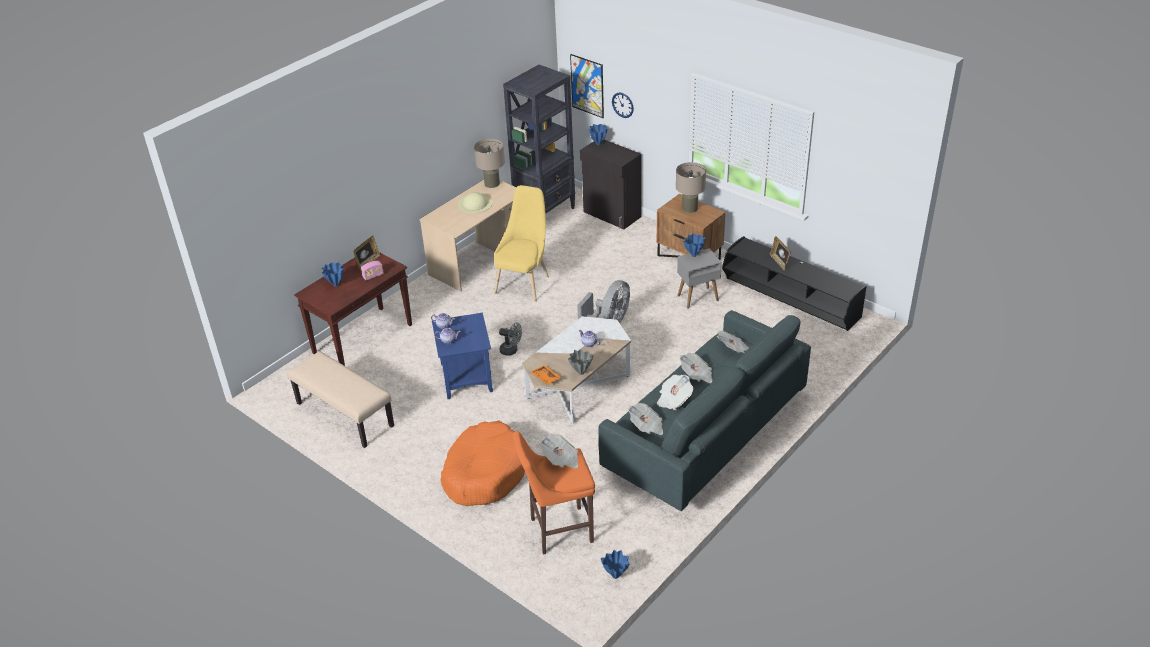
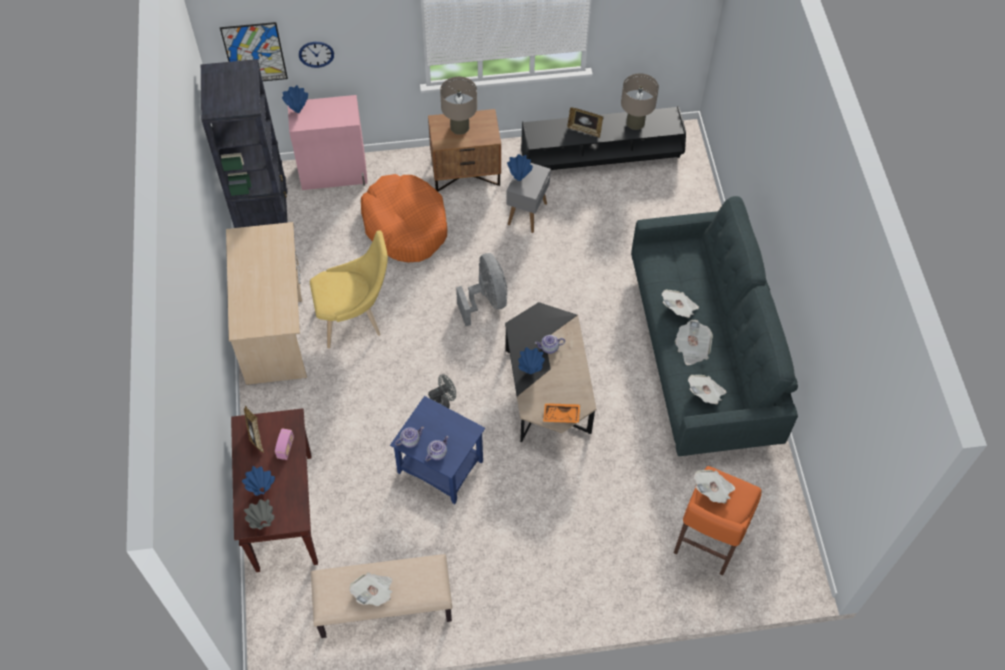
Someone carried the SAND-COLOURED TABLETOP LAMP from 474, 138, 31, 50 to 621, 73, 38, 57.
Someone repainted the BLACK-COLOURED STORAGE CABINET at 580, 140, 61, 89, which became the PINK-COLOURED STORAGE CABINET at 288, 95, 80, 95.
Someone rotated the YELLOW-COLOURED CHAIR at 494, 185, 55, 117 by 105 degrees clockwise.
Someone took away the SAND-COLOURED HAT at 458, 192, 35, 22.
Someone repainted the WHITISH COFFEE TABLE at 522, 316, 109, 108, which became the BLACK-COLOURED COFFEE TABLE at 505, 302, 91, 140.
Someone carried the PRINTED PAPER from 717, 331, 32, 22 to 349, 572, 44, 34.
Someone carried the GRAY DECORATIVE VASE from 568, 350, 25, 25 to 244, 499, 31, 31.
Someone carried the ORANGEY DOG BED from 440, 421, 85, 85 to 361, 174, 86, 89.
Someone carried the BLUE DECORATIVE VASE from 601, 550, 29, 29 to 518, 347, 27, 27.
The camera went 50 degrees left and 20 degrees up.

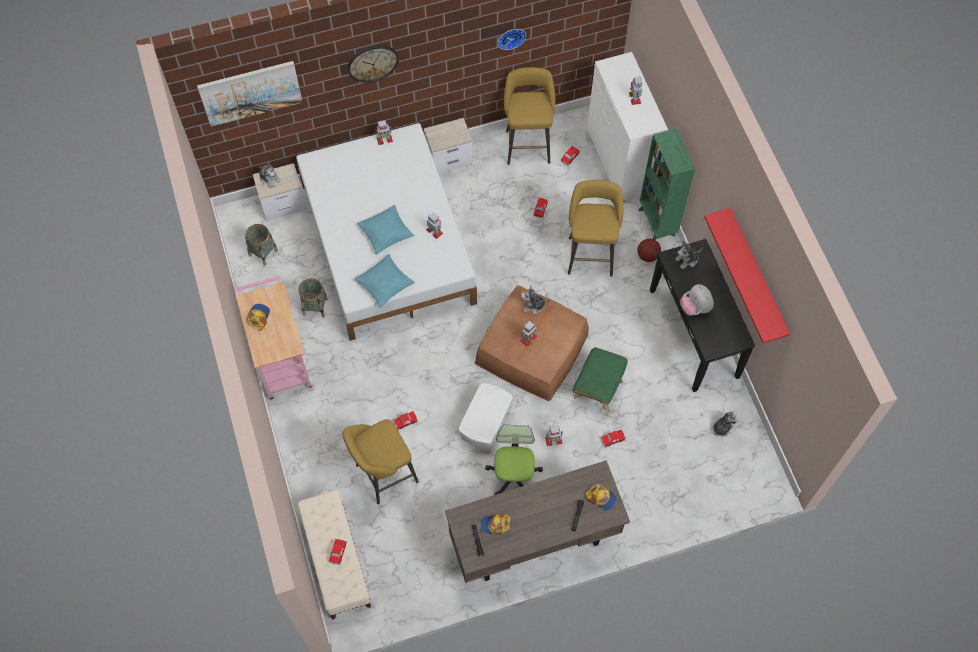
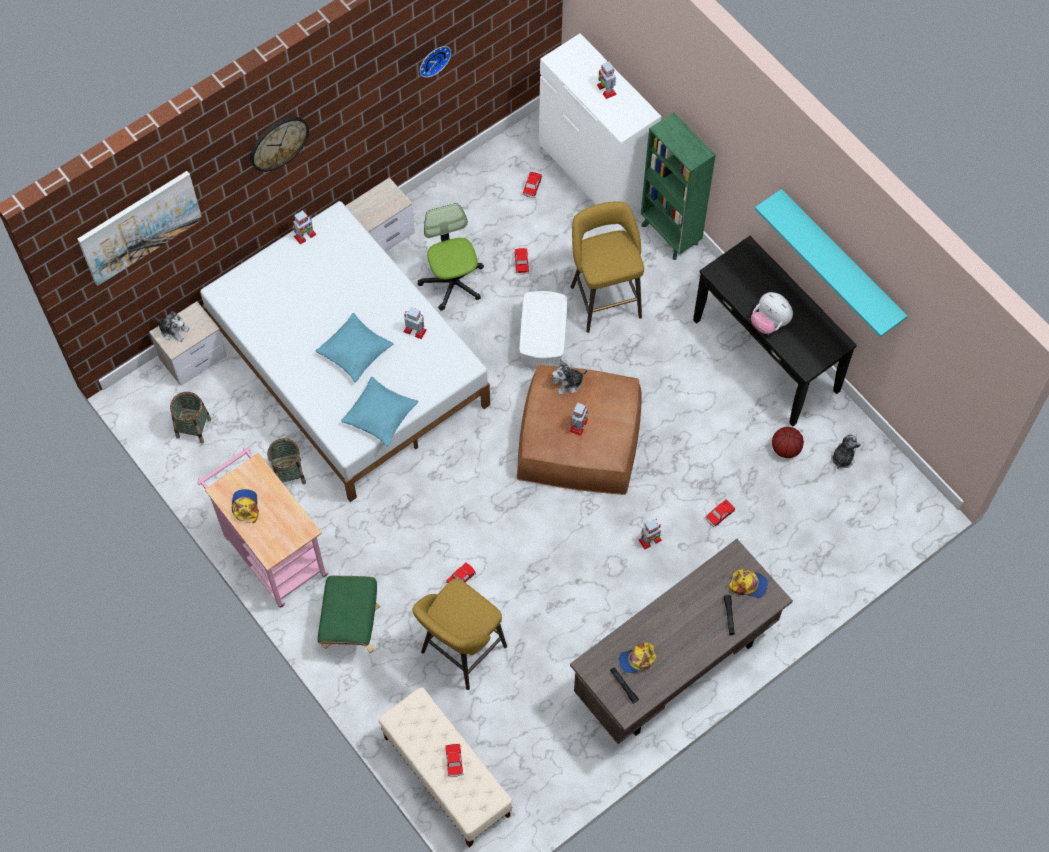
Someone took away the YELLOW-COLOURED STOOL SEAT at 504, 67, 51, 98.
Someone repainted the RED BRACKET SHELF at 704, 208, 86, 135, which became the TURQUOISE BRACKET SHELF at 755, 189, 152, 148.
Someone carried the BALL FOR BASKETBALL from 637, 239, 24, 23 to 772, 427, 32, 31.
Someone took away the PLUSH TOY at 675, 240, 28, 29.
Someone carried the GREENISH FOOTREST from 573, 347, 55, 65 to 318, 576, 62, 77.
Someone carried the WHITISH STORAGE CONTAINER from 459, 383, 54, 67 to 519, 291, 48, 78.
Someone carried the OFFICE CHAIR from 485, 425, 58, 70 to 418, 203, 66, 108.
The camera went 20 degrees left and 0 degrees up.

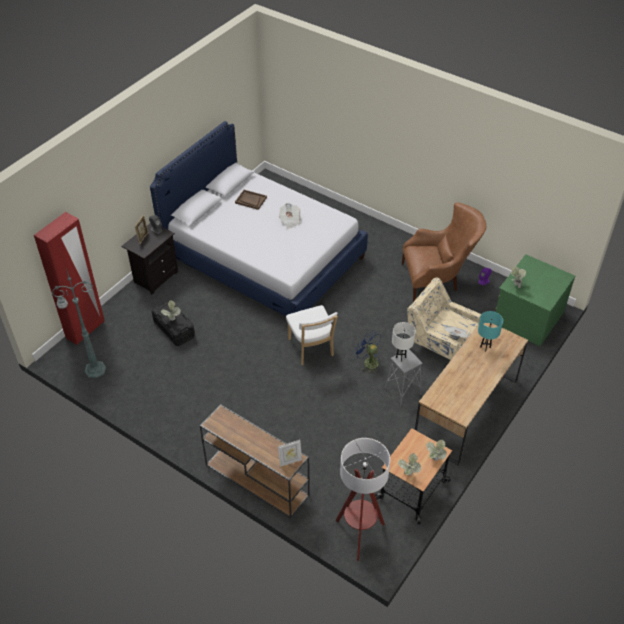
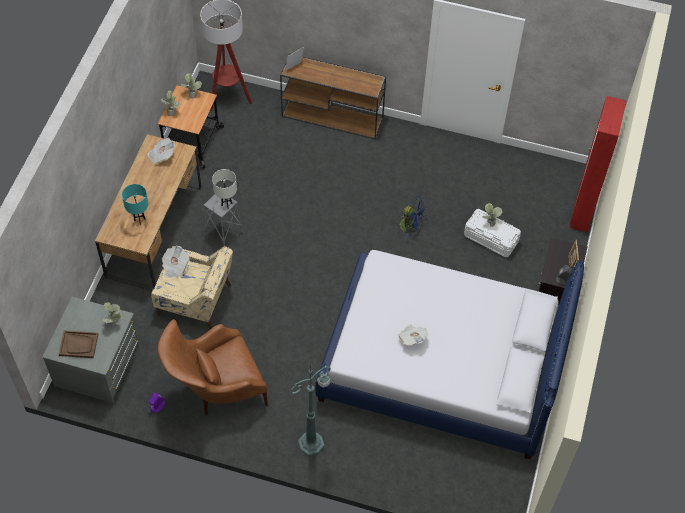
Someone carried the BROWN TRAY from 235, 190, 32, 20 to 59, 330, 39, 28.
Someone repainted the GREENISH DRAWER CHEST at 495, 254, 80, 92, which became the GRAY DRAWER CHEST at 42, 297, 97, 106.
Someone carried the GREENISH STANDARD LAMP from 52, 268, 54, 110 to 290, 363, 41, 93.
Someone repainted the BLACK-COLOURED STORAGE CONTAINER at 152, 301, 43, 45, which became the WHITISH STORAGE CONTAINER at 464, 209, 57, 49.
Someone took away the WHITISH CHAIR at 286, 305, 52, 60.
Someone carried the BLUE ELECTRIC FAN from 353, 330, 28, 43 to 399, 196, 28, 42.
Someone put down the PRINTED PAPER at 147, 138, 28, 26.
The camera went 160 degrees right and 10 degrees up.

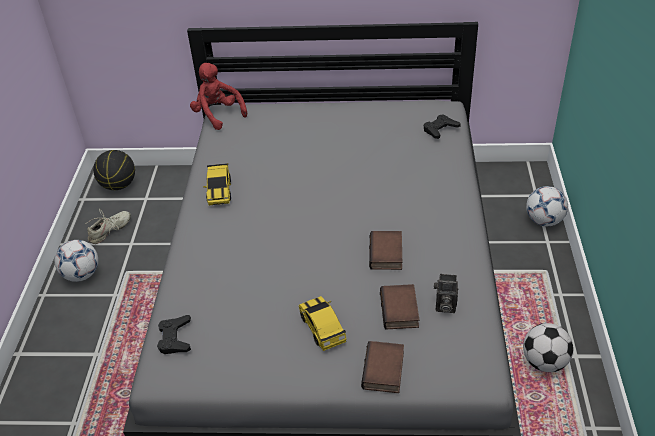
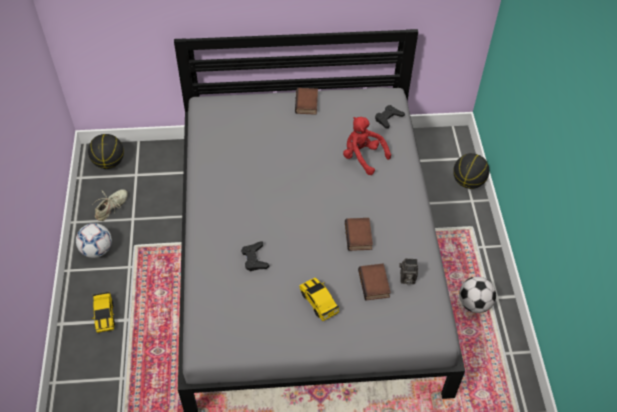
Someone carried the RED PLUSH TOY from 190, 63, 57, 67 to 343, 117, 48, 58.
Someone carried the MINIATURE CAR from 203, 163, 28, 43 to 92, 292, 23, 41.
Someone swapped the FOOTBALL BALL at 526, 186, 42, 40 for the BALL FOR BASKETBALL at 453, 153, 36, 36.
Someone carried the BLACK-COLOURED GAME CONTROLLER from 157, 315, 34, 39 to 241, 241, 28, 30.
Someone carried the BOUND BOOK from 361, 341, 43, 52 to 295, 88, 23, 27.
The camera went 10 degrees left and 10 degrees up.

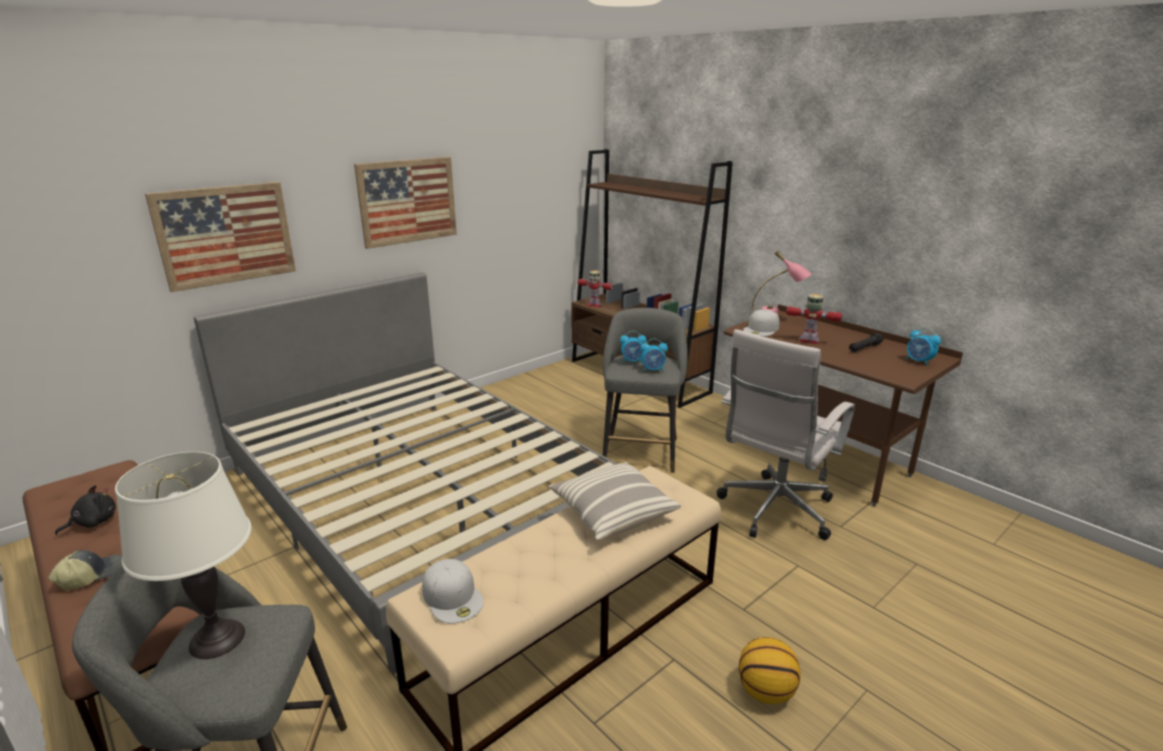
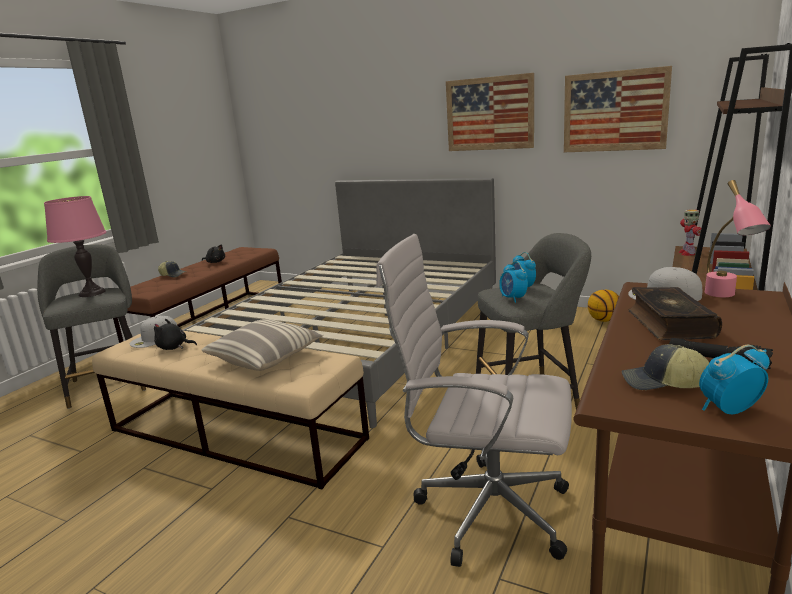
Someone carried the PICTURE from 145, 182, 151, 110 to 564, 66, 108, 86.
Someone swapped the MODEL ROBOT at 786, 294, 56, 50 for the BOUND BOOK at 628, 287, 94, 53.
Someone rotated the ALARM CLOCK at 905, 327, 36, 39 by 45 degrees clockwise.
Someone repainted the WHITISH TABLETOP LAMP at 115, 452, 137, 207, which became the PINK-COLOURED TABLETOP LAMP at 44, 196, 62, 101.
Someone carried the BALL FOR BASKETBALL from 739, 637, 61, 67 to 588, 290, 31, 32.
Someone put down the BLACK-COLOURED PLUSH TOY at 154, 319, 43, 31.
Someone put down the PEAKED CAP at 621, 344, 88, 46.
The camera went 70 degrees right and 5 degrees down.

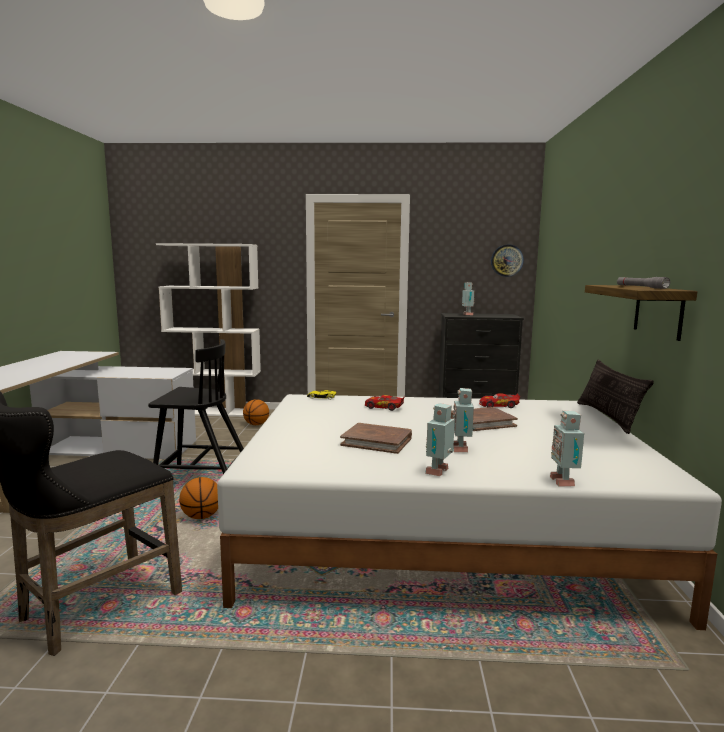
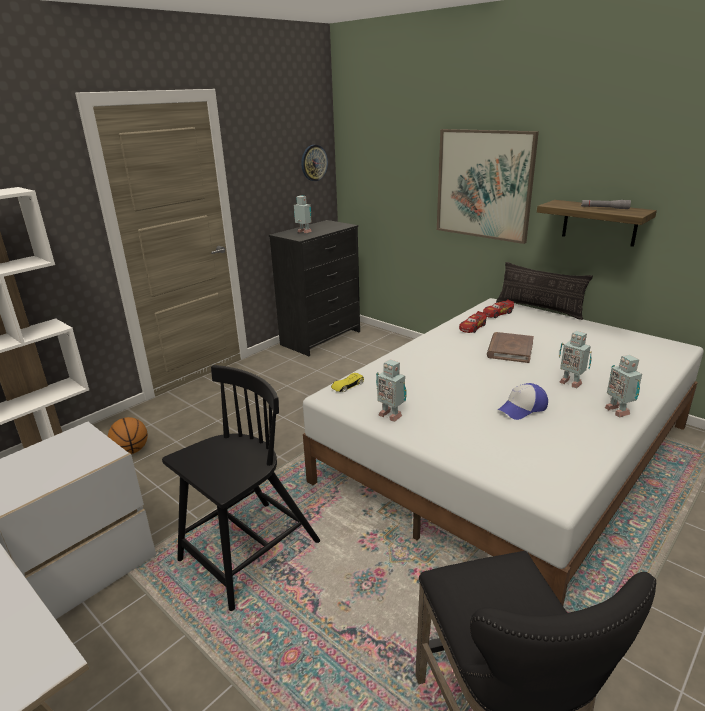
Someone carried the MINIATURE CAR from 365, 395, 39, 16 to 483, 299, 31, 19.
Someone carried the MODEL ROBOT from 550, 410, 34, 76 to 376, 359, 31, 63.
Someone swapped the BROWN BOUND BOOK at 340, 423, 72, 31 for the PEAKED CAP at 498, 383, 50, 37.
Someone took away the BALL FOR BASKETBALL at 179, 477, 39, 42.
Someone put up the PICTURE at 437, 129, 102, 115.
The camera went 50 degrees left and 15 degrees up.

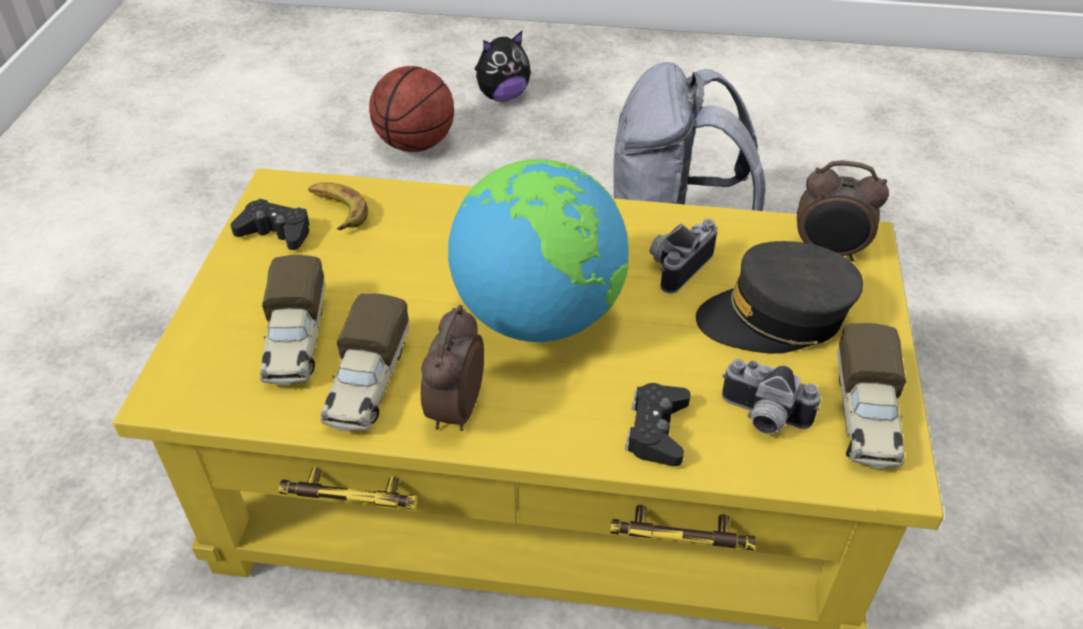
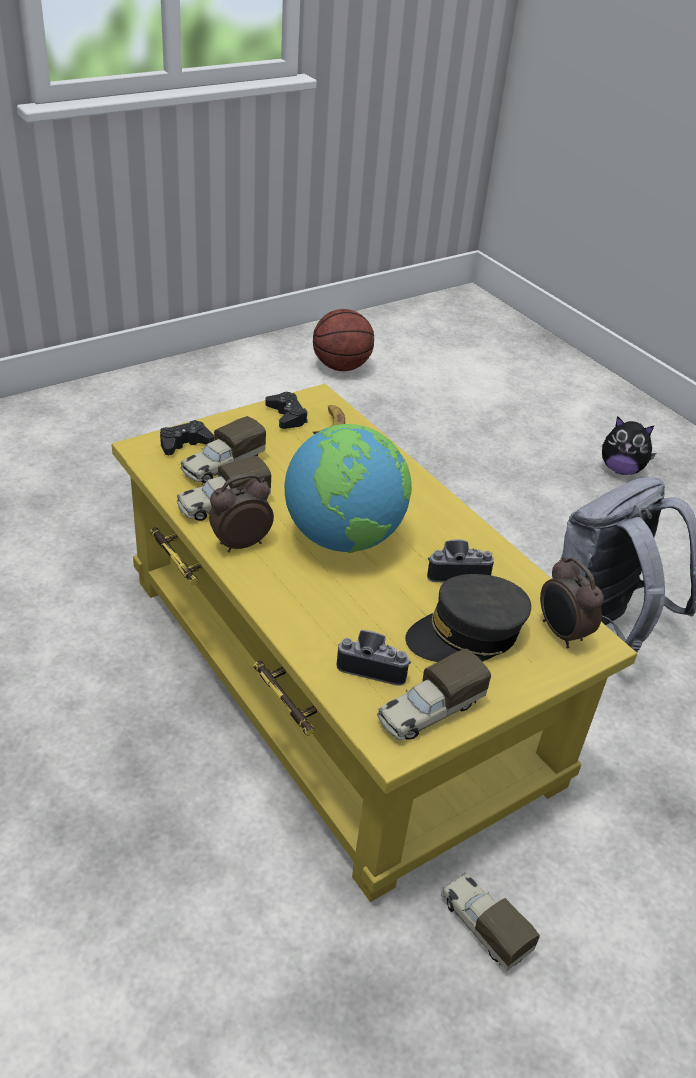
Someone carried the BALL FOR BASKETBALL from 369, 66, 85, 86 to 313, 309, 61, 62.
Someone rotated the GRAY PEAKED CAP at 696, 241, 167, 113 by 60 degrees counterclockwise.
Someone rotated the STILL CAMERA at 722, 359, 99, 75 by 120 degrees clockwise.
Someone carried the BLACK-COLOURED GAME CONTROLLER from 625, 383, 66, 83 to 160, 420, 54, 35.
Someone put down the TOY TRUCK at 441, 872, 99, 99.
The camera went 45 degrees right and 5 degrees down.

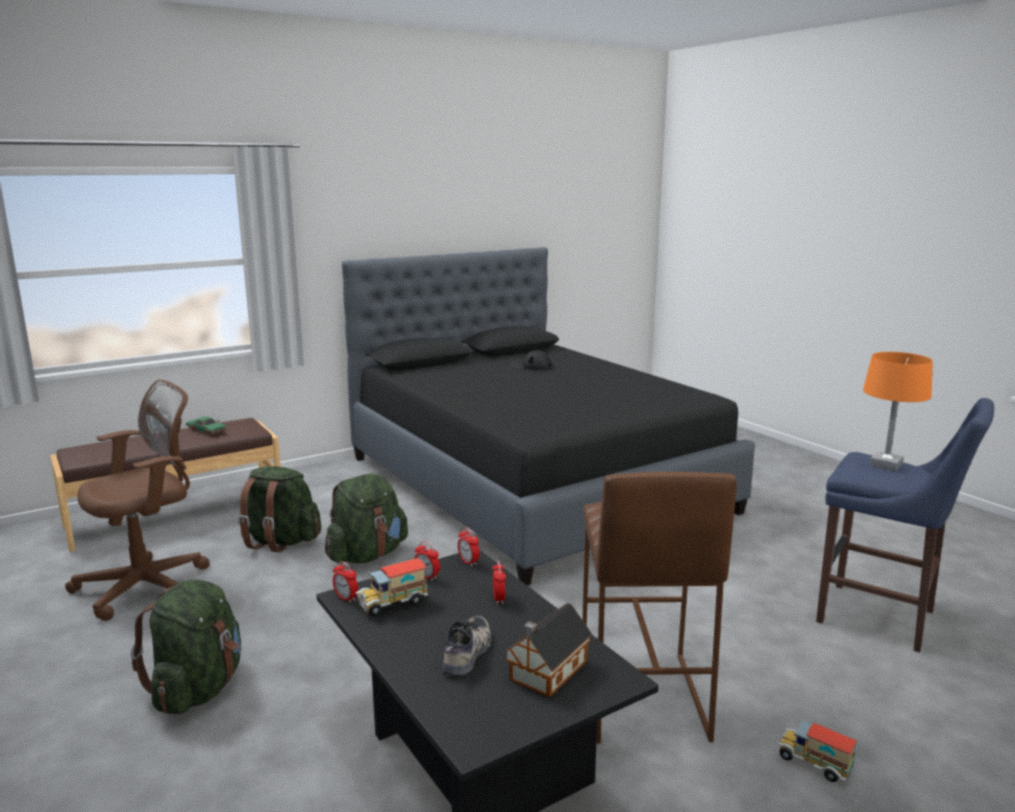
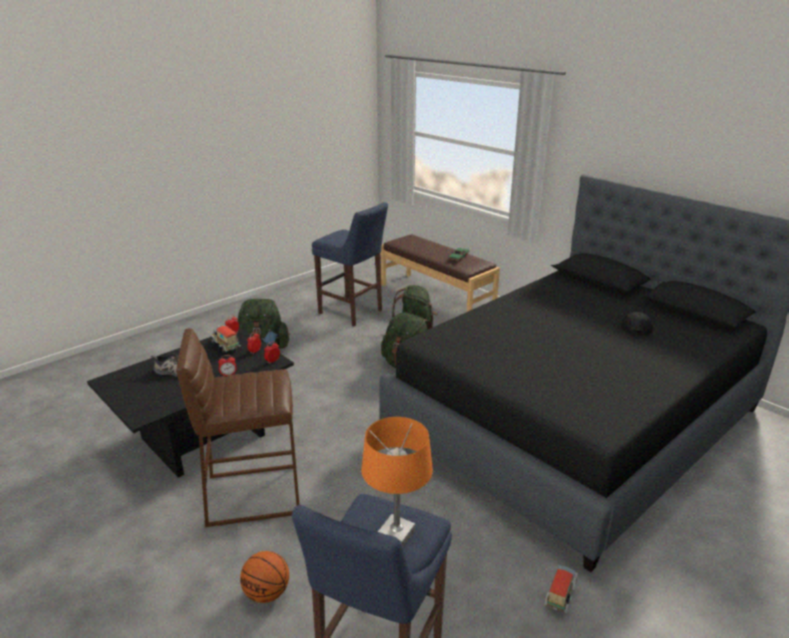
Someone swapped the BROWN OFFICE CHAIR at 65, 380, 145, 241 for the BLUE STOOL SEAT at 312, 202, 76, 124.
Someone took away the MODEL HOUSE at 504, 603, 88, 94.
Someone carried the TOY TRUCK from 778, 720, 79, 62 to 544, 565, 34, 48.
Someone put down the BALL FOR BASKETBALL at 240, 551, 49, 52.
The camera went 80 degrees right and 10 degrees up.

